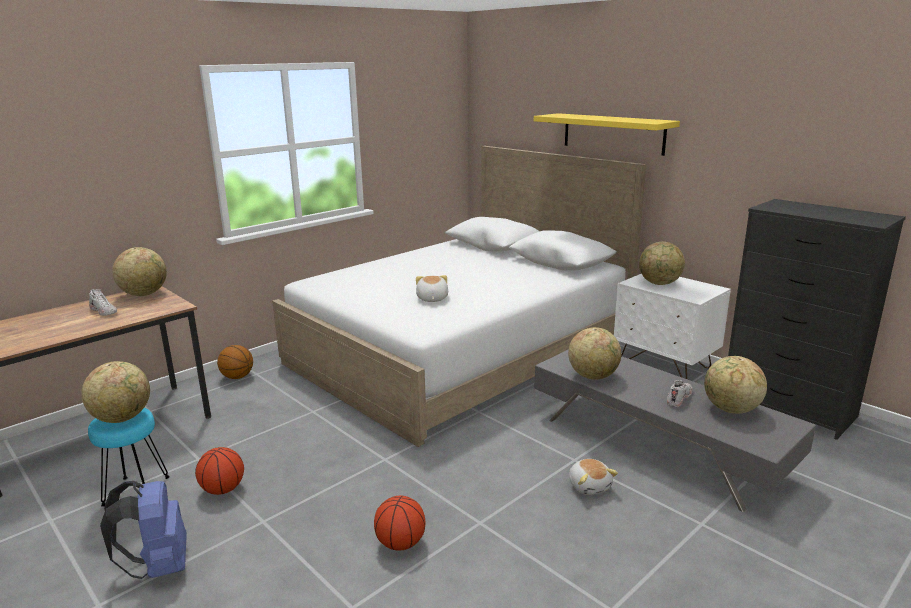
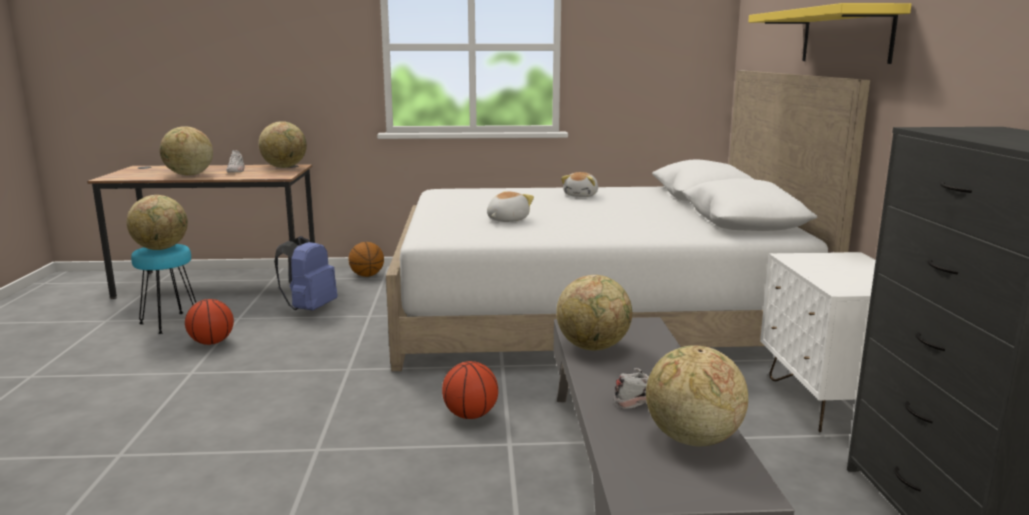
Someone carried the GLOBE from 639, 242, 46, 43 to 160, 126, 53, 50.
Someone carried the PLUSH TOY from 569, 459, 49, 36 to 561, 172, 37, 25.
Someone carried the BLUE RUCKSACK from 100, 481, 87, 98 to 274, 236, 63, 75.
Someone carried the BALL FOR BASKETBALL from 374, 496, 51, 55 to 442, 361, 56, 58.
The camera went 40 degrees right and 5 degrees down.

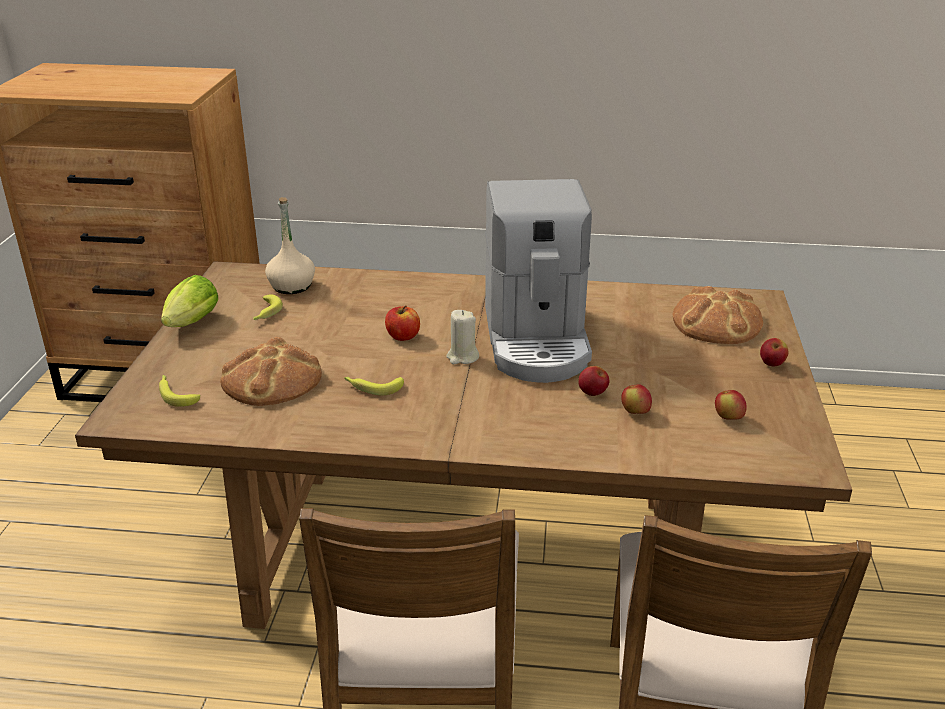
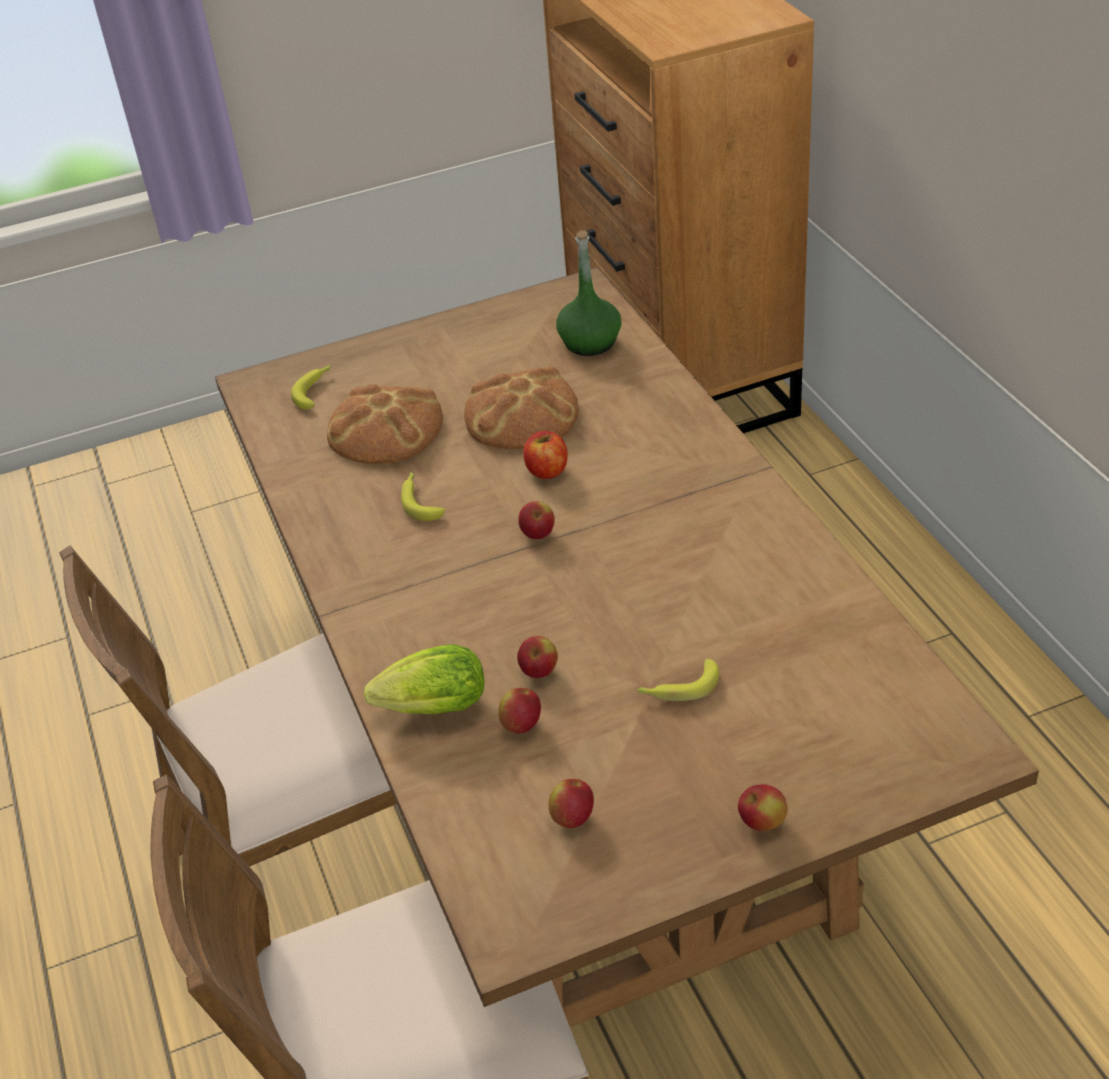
Someone took away the COFFEE MACHINE at 485, 179, 107, 204.
Someone repainted the SAND-COLOURED BOTTLE at 265, 197, 50, 97, which became the GREENISH BOTTLE at 556, 230, 65, 126.
Someone carried the HEAD OF LETTUCE from 161, 275, 57, 52 to 364, 644, 120, 70.
Someone carried the BREAD from 673, 286, 90, 58 to 464, 366, 115, 83.
Someone carried the BANANA from 253, 294, 30, 26 to 637, 659, 82, 42.
Someone swapped the SAND-COLOURED WAX LIGHT at 447, 310, 32, 54 for the APPLE FRUIT at 518, 501, 37, 38.
The camera went 65 degrees right and 10 degrees up.

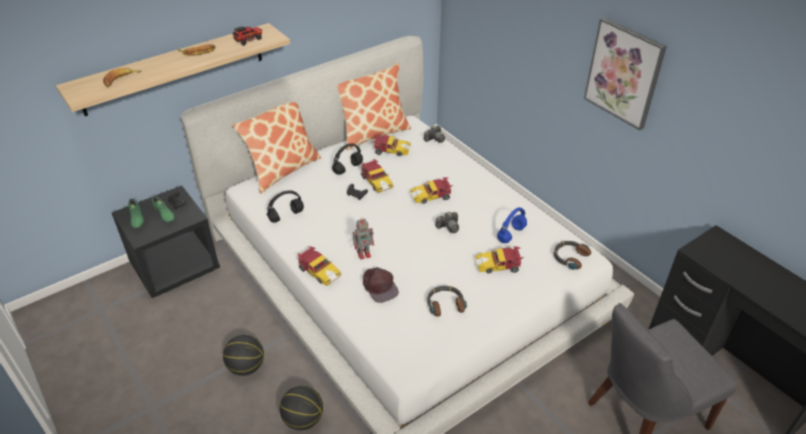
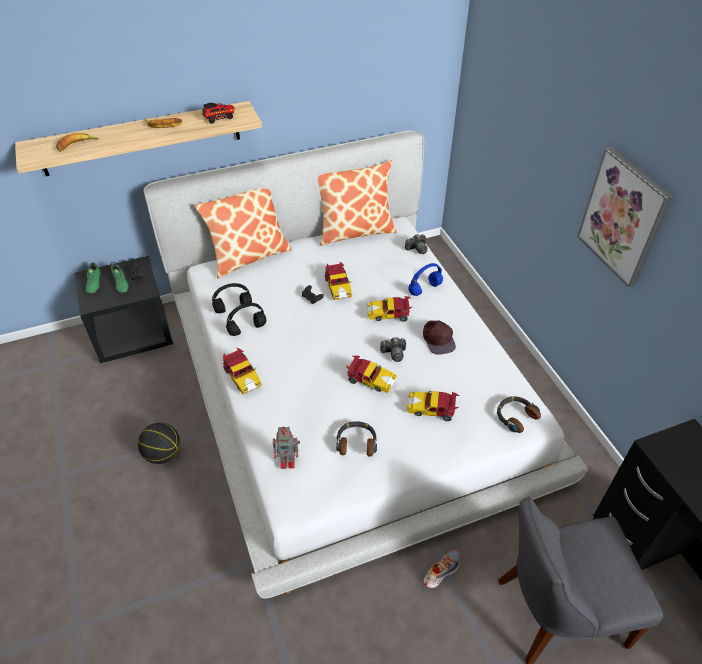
Someone carried the MINIATURE CAR from 373, 134, 38, 22 to 346, 356, 51, 37.
Someone carried the BLACK-COLOURED HEADSET from 332, 143, 31, 32 to 226, 303, 40, 33.
Someone carried the BLUE HEADSET from 497, 207, 30, 36 to 408, 263, 35, 33.
Someone carried the MODEL ROBOT from 353, 217, 21, 43 to 273, 426, 27, 43.
Someone carried the BROWN PEAKED CAP from 363, 267, 36, 36 to 423, 320, 33, 35.
Someone took away the BALL FOR BASKETBALL at 280, 386, 43, 44.
Someone put down the SHOE at 423, 550, 38, 38.
The camera went 15 degrees right and 5 degrees up.

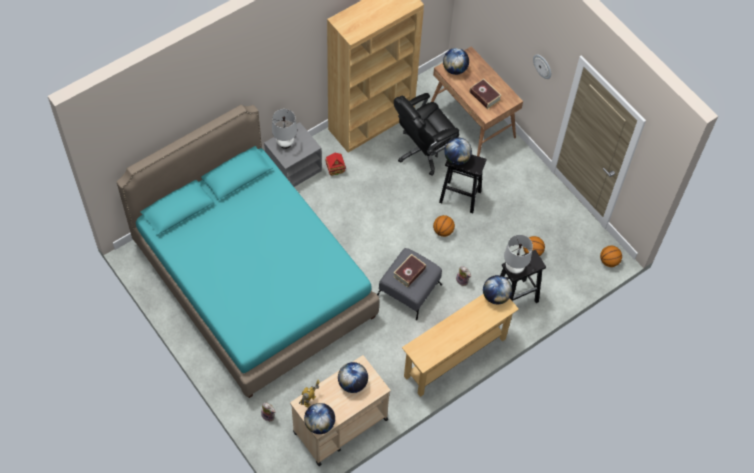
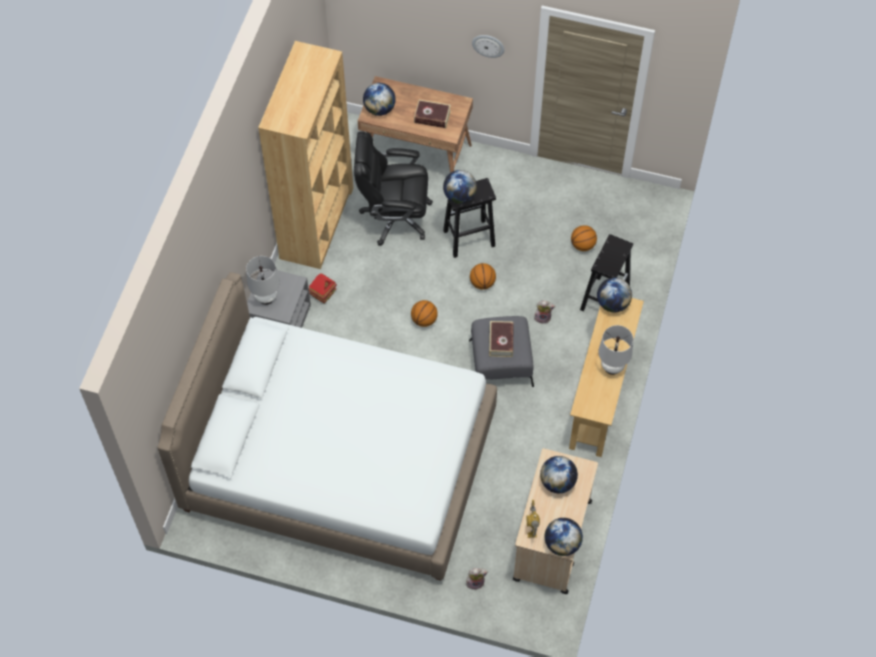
Someone rotated the BLACK-COLOURED OFFICE CHAIR at 394, 93, 65, 83 by 75 degrees clockwise.
Someone repainted the TURQUOISE BED at 116, 105, 264, 293, which became the WHITISH BED at 158, 272, 339, 309.
Someone carried the WHITISH TABLETOP LAMP from 504, 235, 29, 39 to 598, 325, 35, 50.
Someone carried the BALL FOR BASKETBALL from 600, 246, 22, 21 to 411, 300, 27, 27.
The camera went 35 degrees left and 0 degrees up.

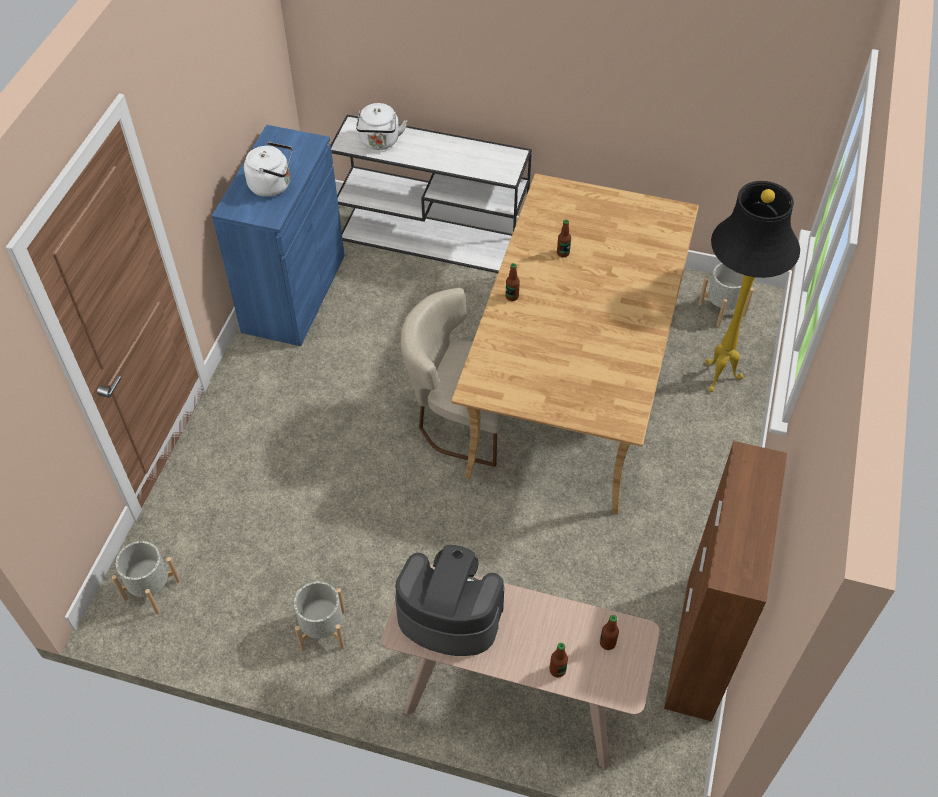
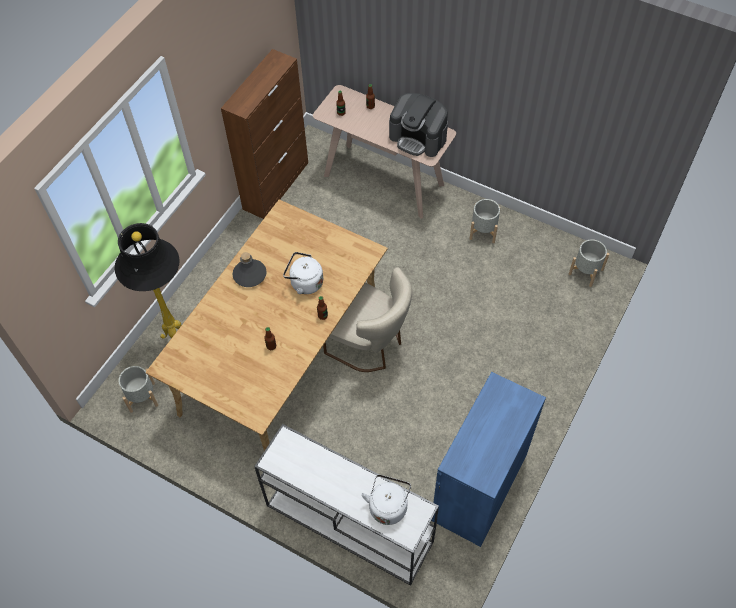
Someone carried the WHITISH TEA KETTLE from 244, 142, 49, 55 to 283, 252, 40, 42.
Someone put down the GRAY BOTTLE at 232, 252, 35, 35.
The camera went 165 degrees left and 5 degrees up.

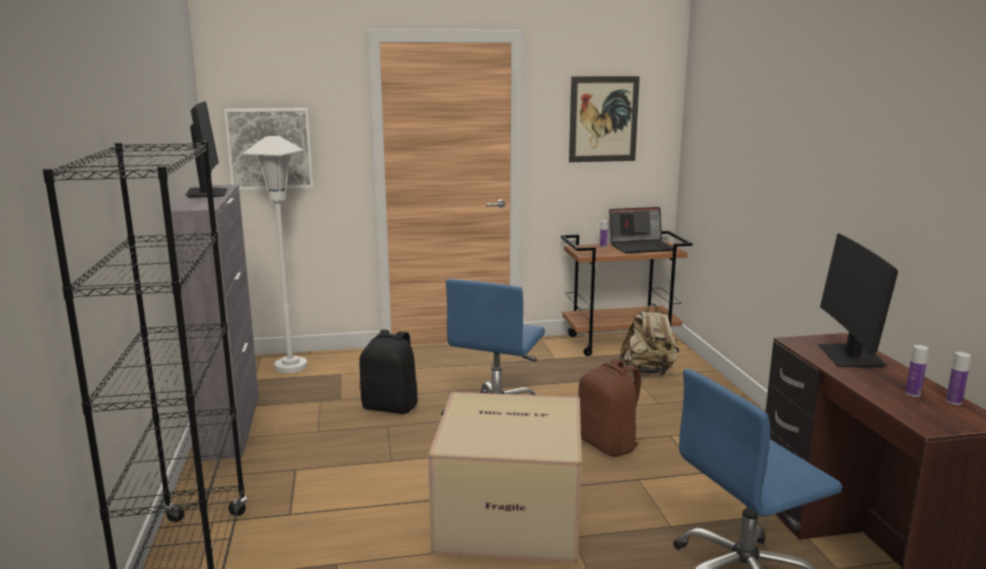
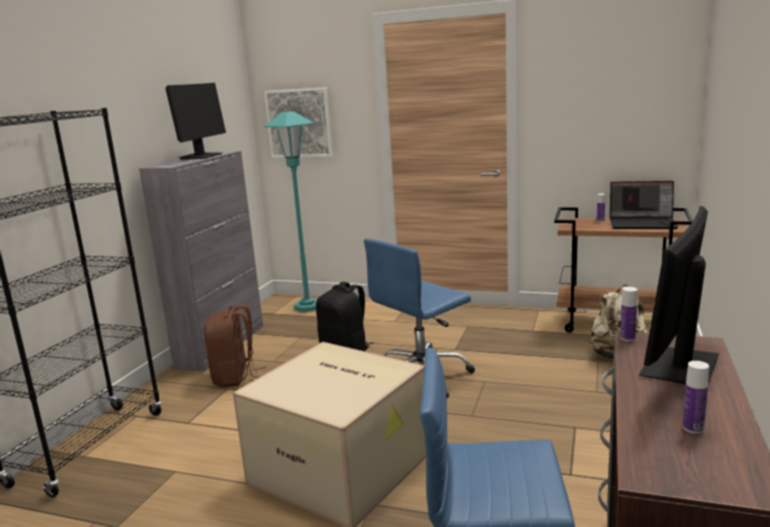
Someone took away the PICTURE at 569, 76, 71, 86.
Someone repainted the WHITISH STANDARD LAMP at 243, 136, 64, 237, which became the TURQUOISE STANDARD LAMP at 264, 112, 53, 200.
Someone carried the BOTTLE from 946, 352, 25, 53 to 620, 287, 18, 54.
Someone carried the BROWN RUCKSACK from 578, 359, 66, 98 to 204, 304, 62, 83.
The camera went 30 degrees right and 0 degrees up.

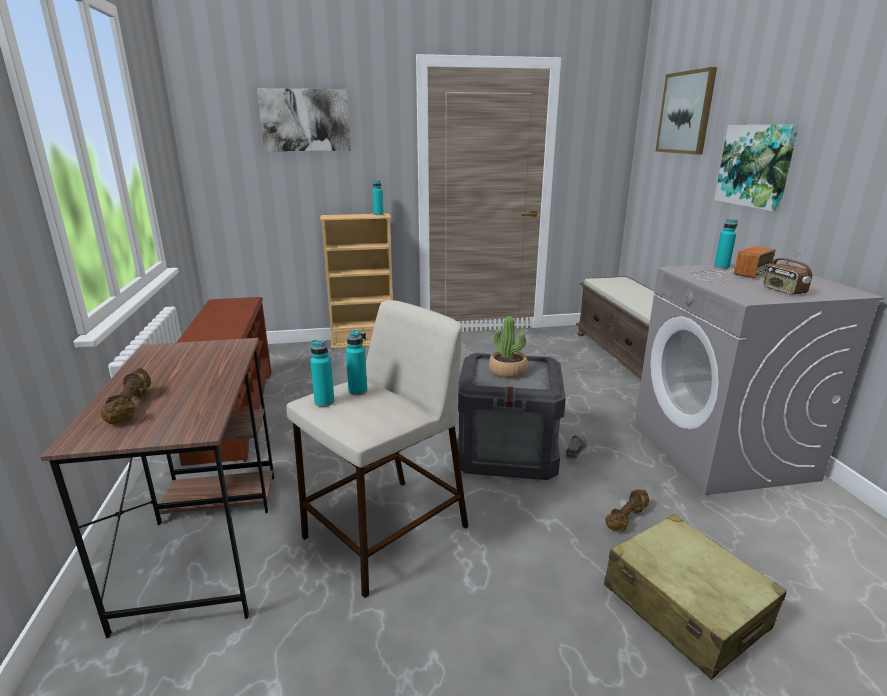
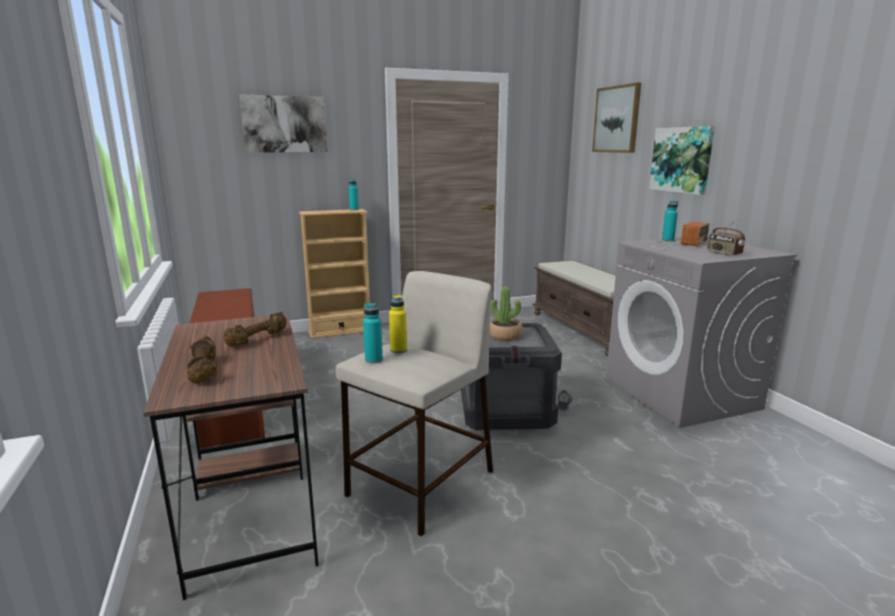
Someone repainted the TURQUOISE BOTTLE at 346, 330, 21, 65, which became the YELLOW-COLOURED BOTTLE at 389, 294, 18, 59.
Someone carried the BROWN HAND WEIGHT from 605, 489, 44, 42 to 224, 312, 63, 34.
Someone took away the SAND-COLOURED SUITCASE at 604, 514, 183, 166.
The camera went 10 degrees left and 5 degrees down.

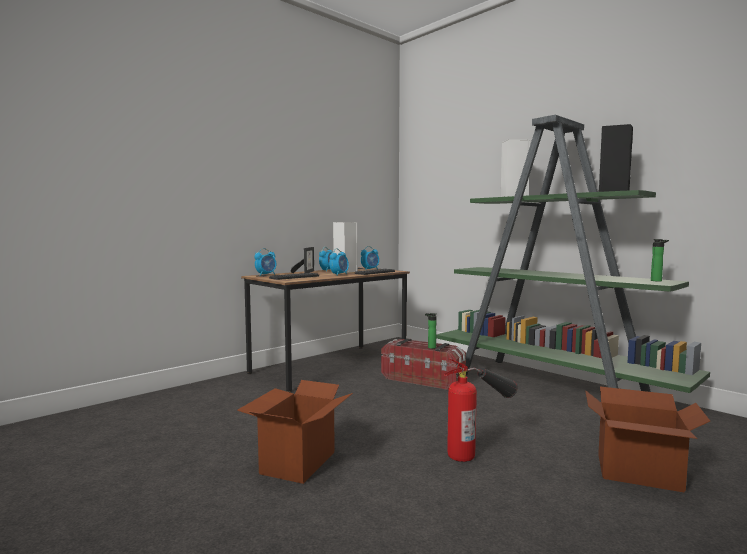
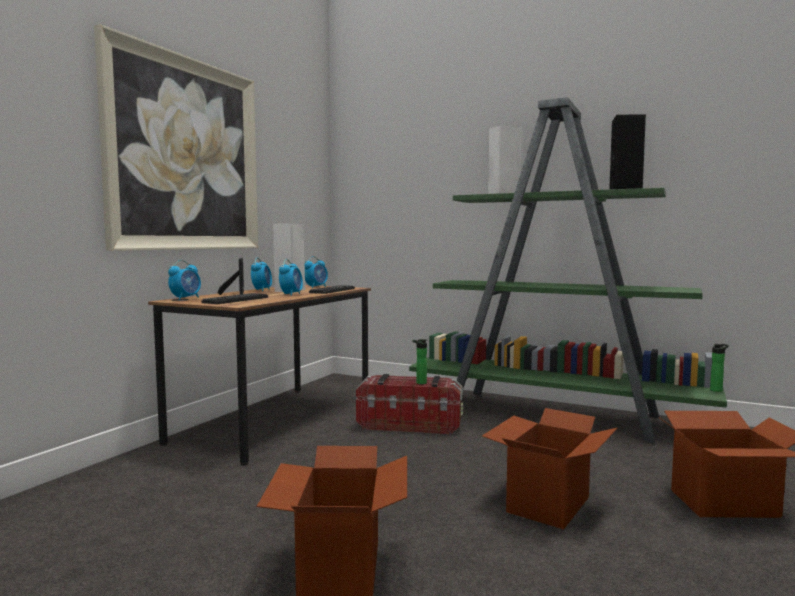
Someone carried the BOTTLE from 651, 239, 18, 43 to 710, 344, 19, 48.
Someone swapped the EXTINGUISHER at 444, 358, 74, 104 for the CARDBOARD BOX at 482, 408, 135, 121.
Someone put up the PICTURE at 94, 24, 164, 227.
The camera went 20 degrees left and 0 degrees up.

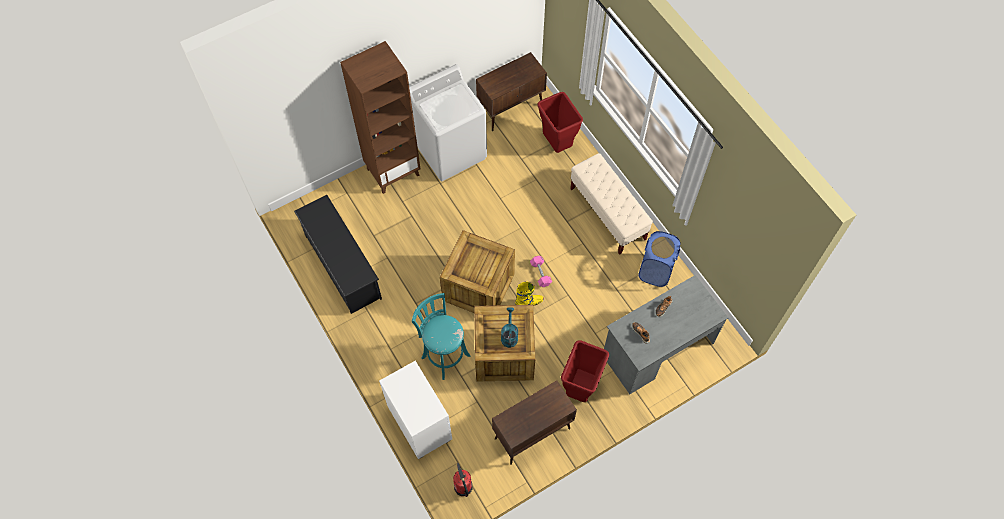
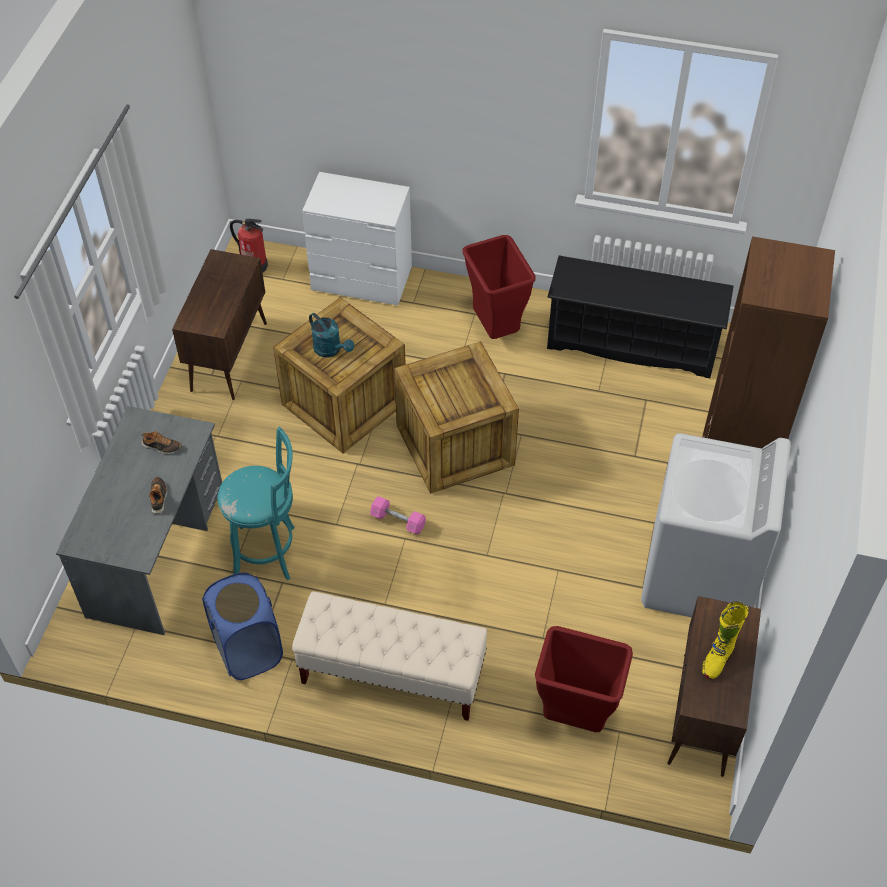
Someone carried the YELLOW-COLOURED HIGH-TOP BOOT from 515, 282, 29, 24 to 702, 601, 47, 78.
Someone carried the TURQUOISE STOOL SEAT from 412, 293, 58, 87 to 217, 427, 78, 153.
Someone carried the RED TRASH CAN from 561, 340, 48, 62 to 462, 235, 74, 104.
The camera went 135 degrees right and 10 degrees down.

